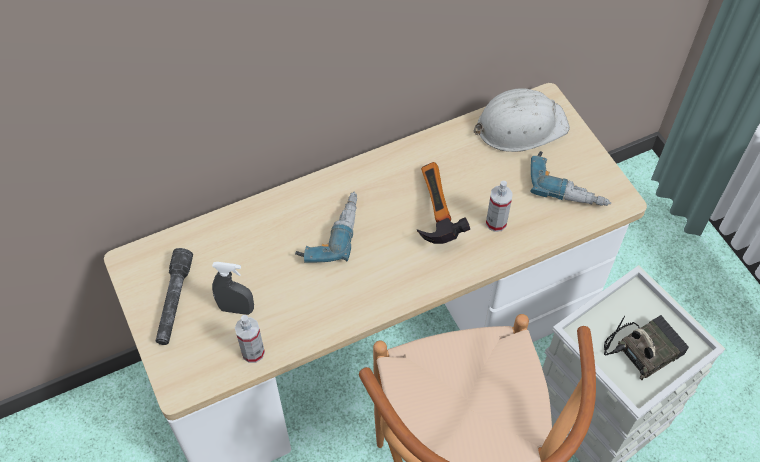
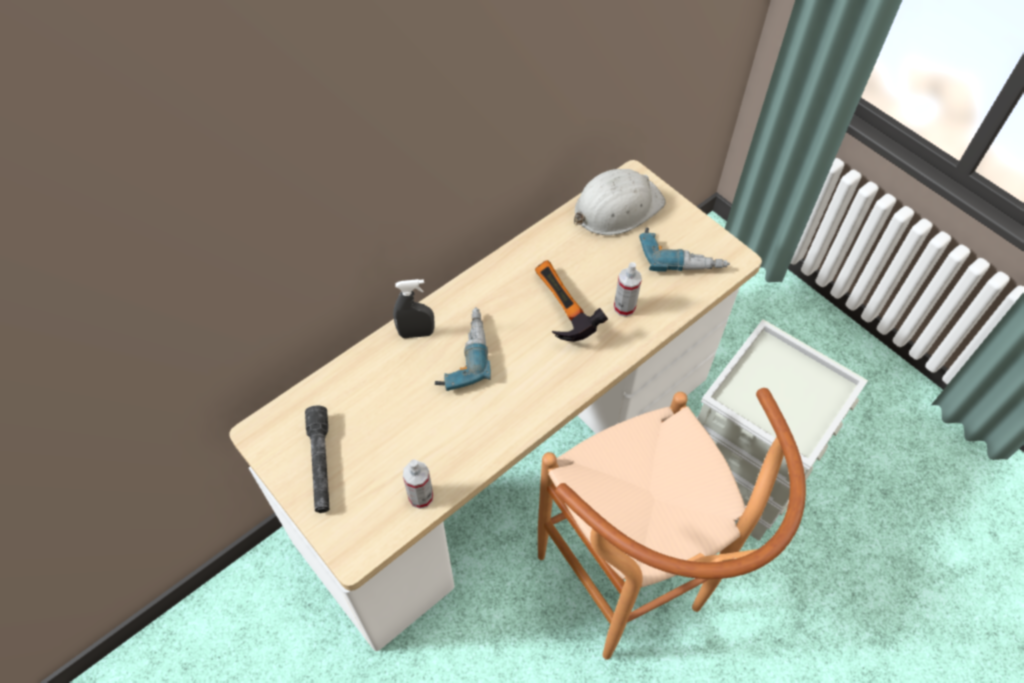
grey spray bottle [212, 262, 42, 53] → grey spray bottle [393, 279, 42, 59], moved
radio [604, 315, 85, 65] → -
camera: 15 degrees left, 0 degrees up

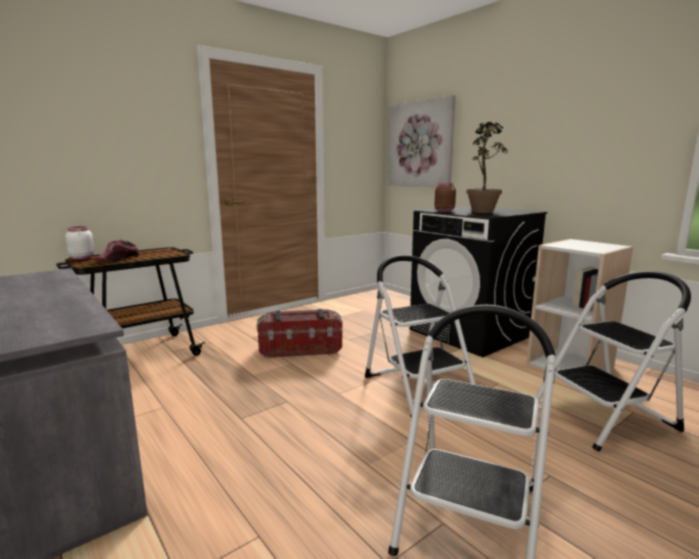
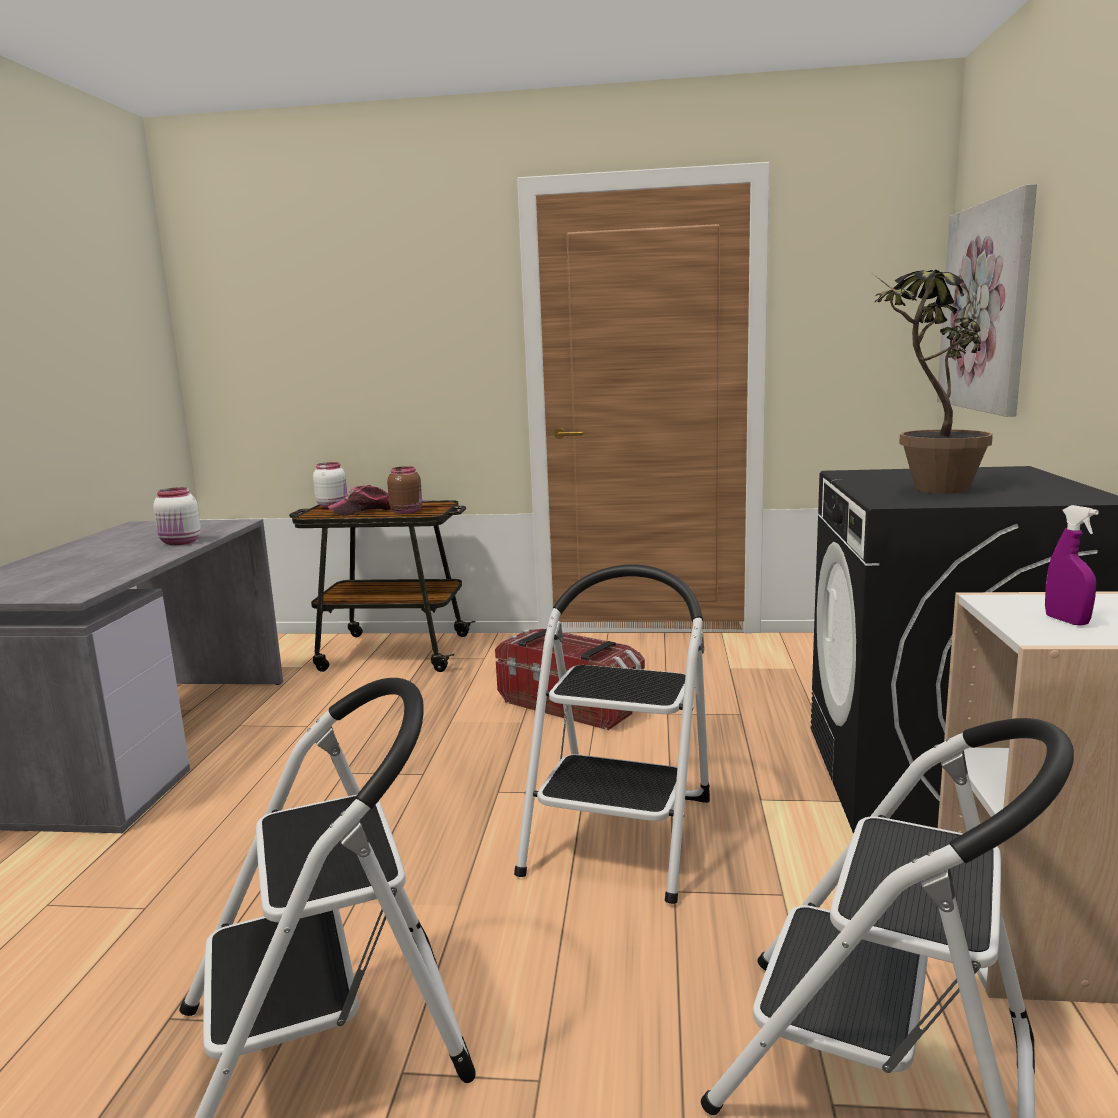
brown jar [434, 183, 22, 29] → brown jar [387, 466, 35, 48], moved
- → white jar [153, 487, 48, 58]
- → purple spray bottle [1045, 505, 54, 121]
camera: 45 degrees right, 0 degrees up

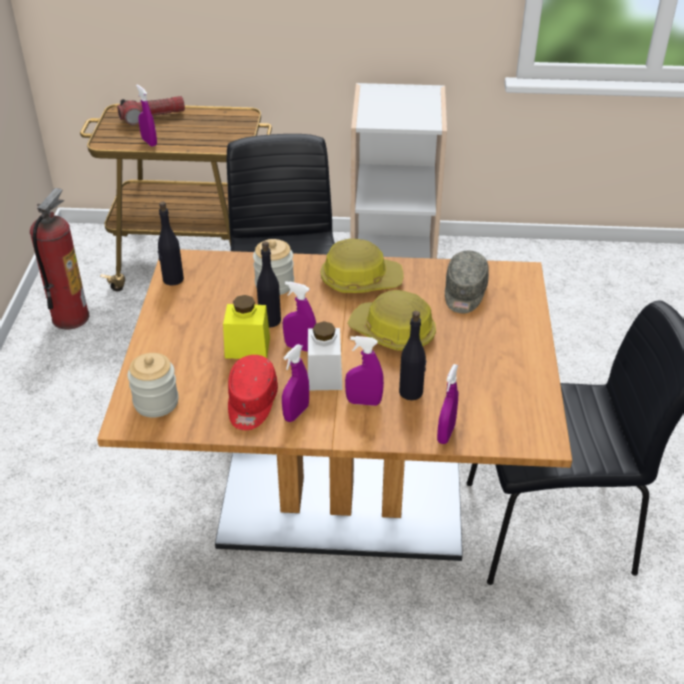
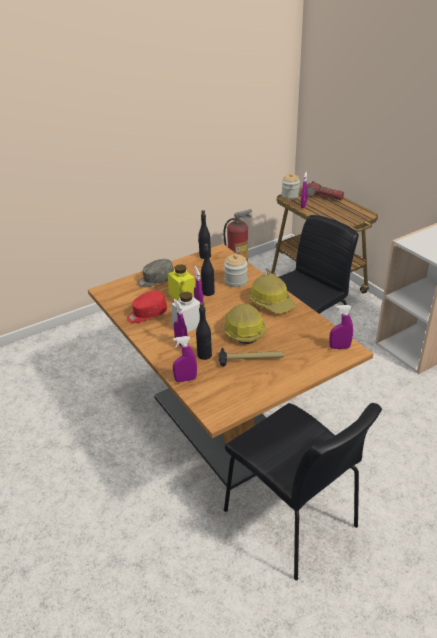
grey cap [445, 250, 44, 63] → grey cap [137, 259, 37, 28], moved
purple spray bottle [282, 344, 27, 78] → purple spray bottle [329, 305, 24, 44], moved
jar [127, 353, 52, 65] → jar [282, 173, 18, 26], moved
- → hammer [218, 347, 65, 20]
camera: 55 degrees right, 5 degrees down

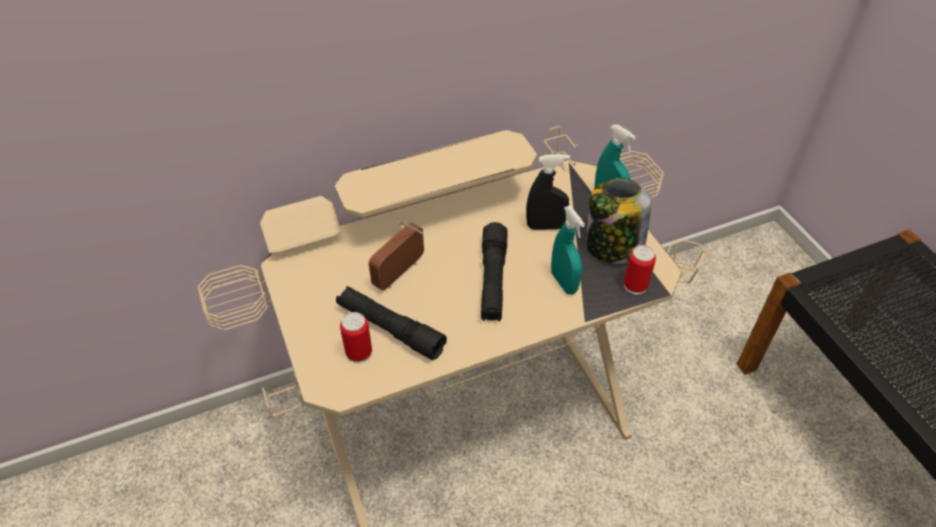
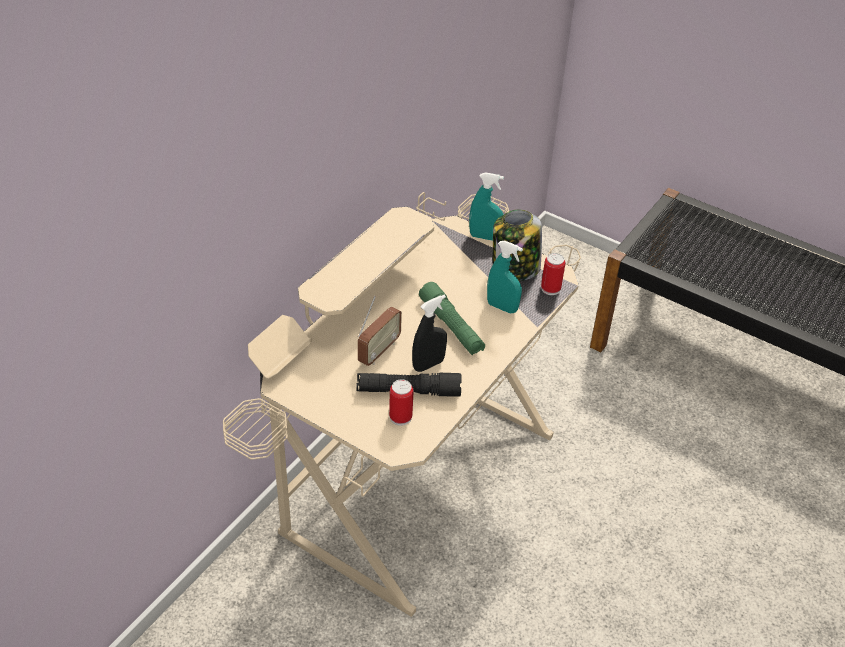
black spray bottle [526, 154, 44, 76] → black spray bottle [412, 295, 35, 77], moved
radio [369, 221, 55, 70] → radio [358, 296, 44, 70], 150 degrees counterclockwise
black flashlight [481, 222, 27, 99] → green flashlight [419, 282, 66, 73]
camera: 35 degrees left, 5 degrees down

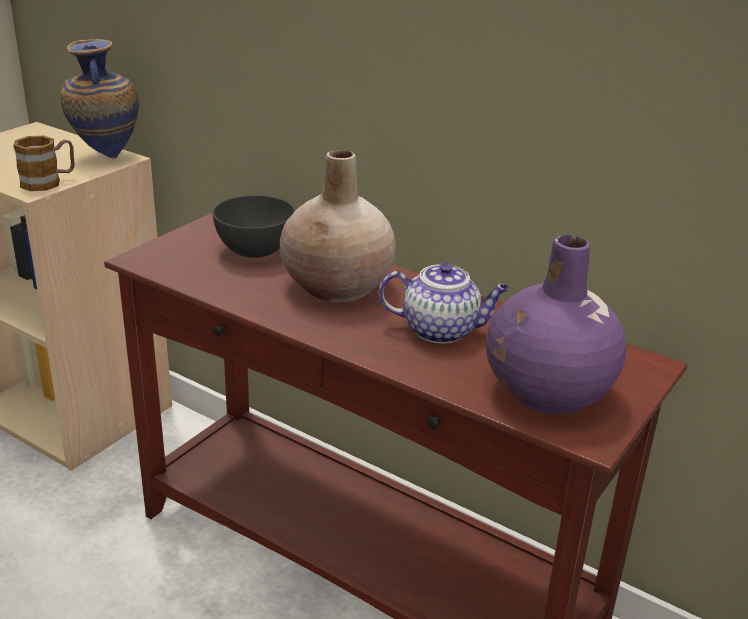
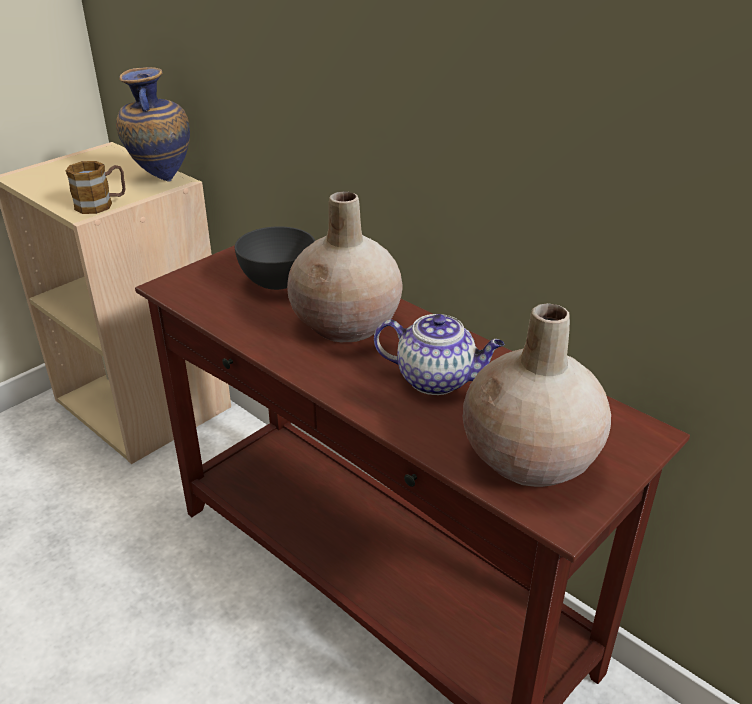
purple vase [485, 235, 141, 179] → beige vase [462, 303, 149, 184]
camera: 10 degrees right, 5 degrees up

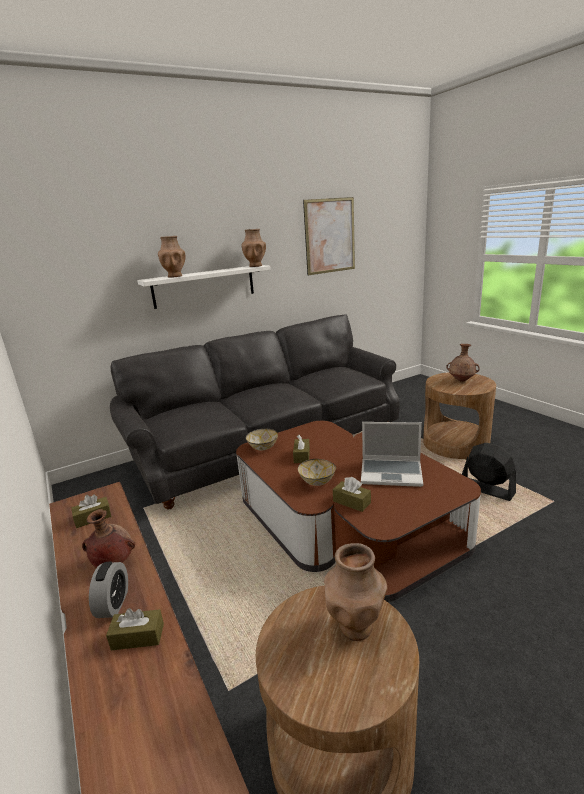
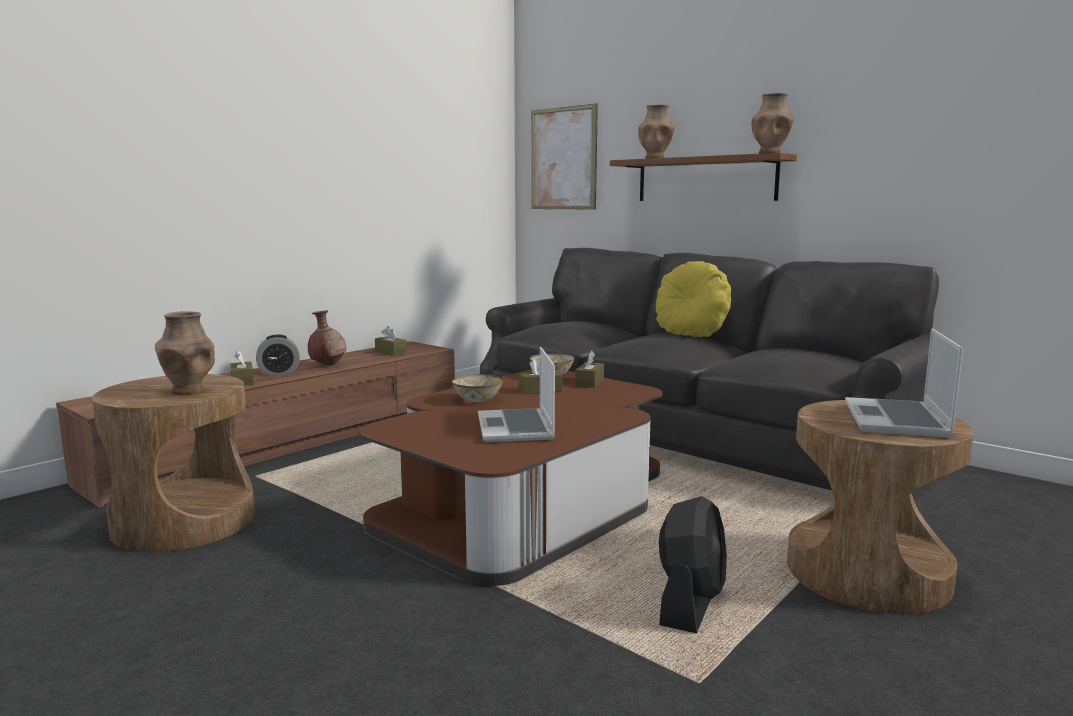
picture [303, 197, 52, 78] → picture [531, 104, 67, 106], moved
white shelf [137, 265, 134, 44] → brown shelf [610, 153, 187, 48]
brown vase [446, 344, 34, 38] → laptop [845, 329, 118, 109]
brown tissue box [333, 477, 38, 35] → brown tissue box [575, 351, 29, 37], moved
- → yellow pillow [656, 261, 75, 76]
camera: 70 degrees right, 10 degrees down

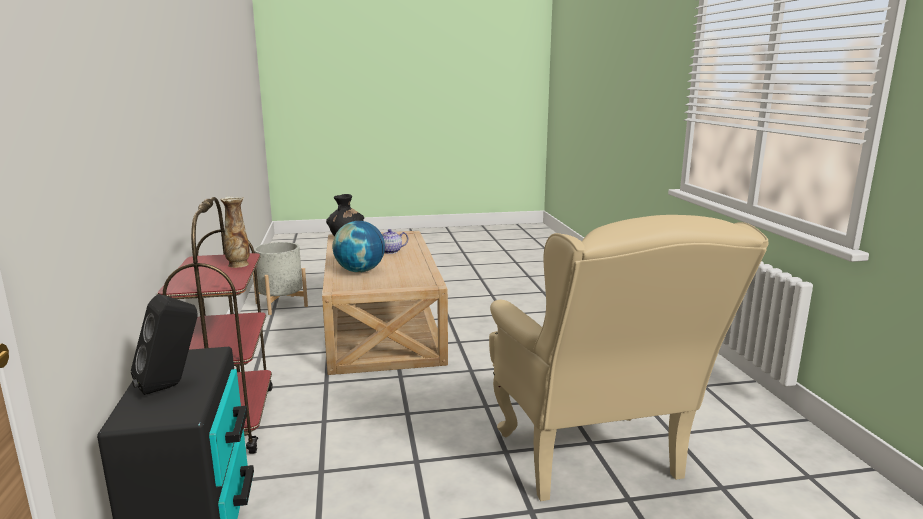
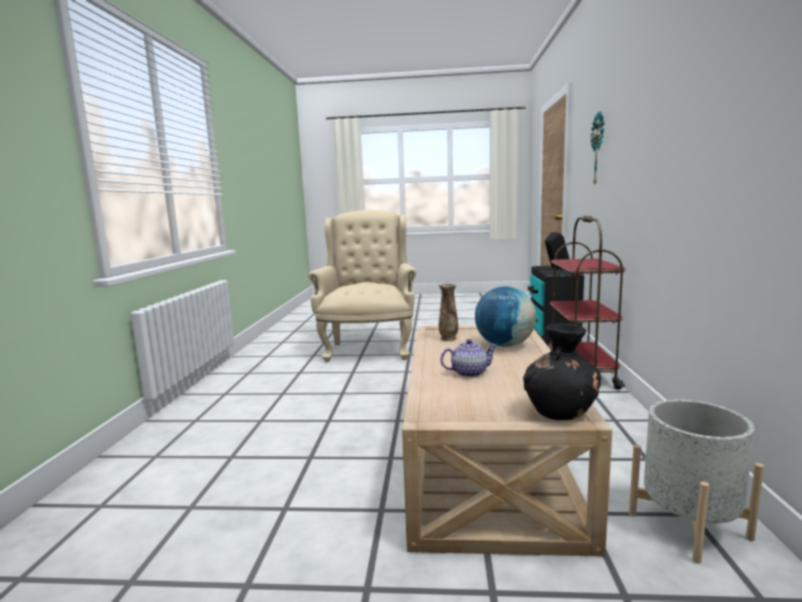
vase [220, 196, 30, 72] → vase [439, 283, 19, 58], moved
- → wall clock [591, 111, 13, 73]
camera: 165 degrees left, 5 degrees down

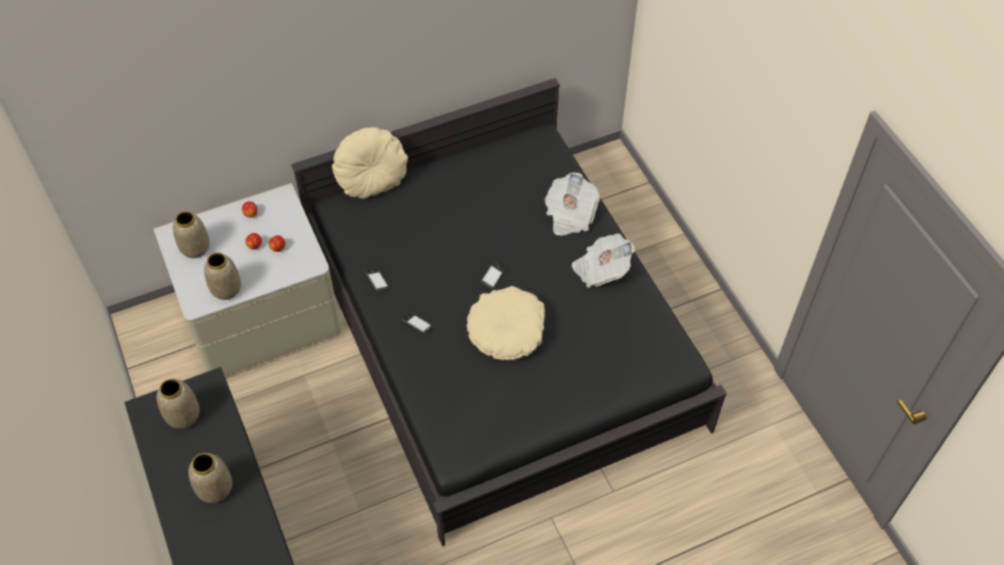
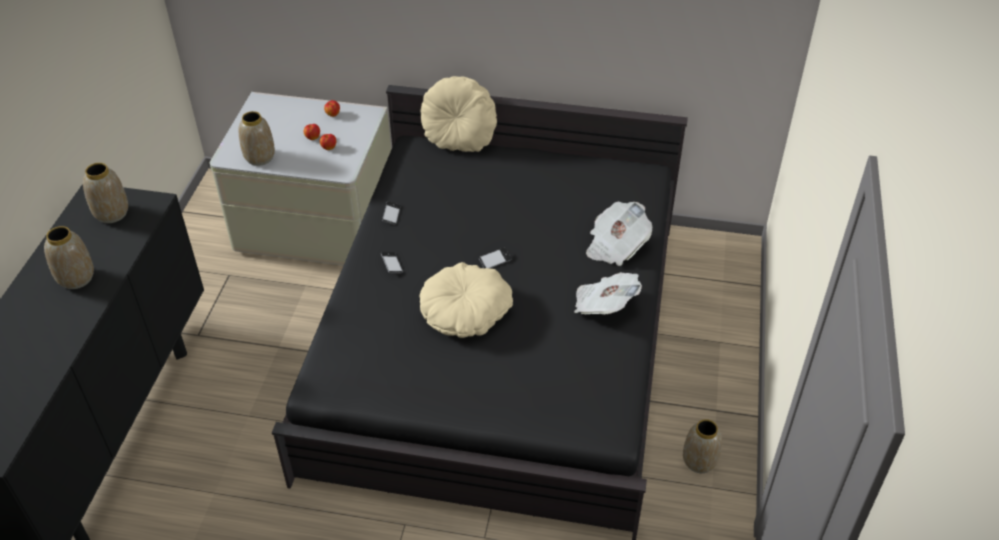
vase [173, 211, 37, 47] → vase [683, 419, 39, 54], moved
camera: 35 degrees right, 10 degrees down

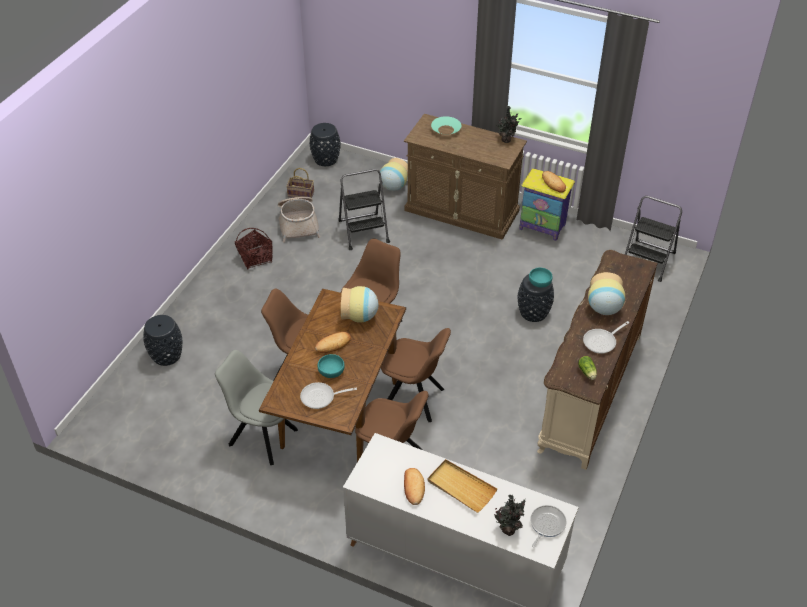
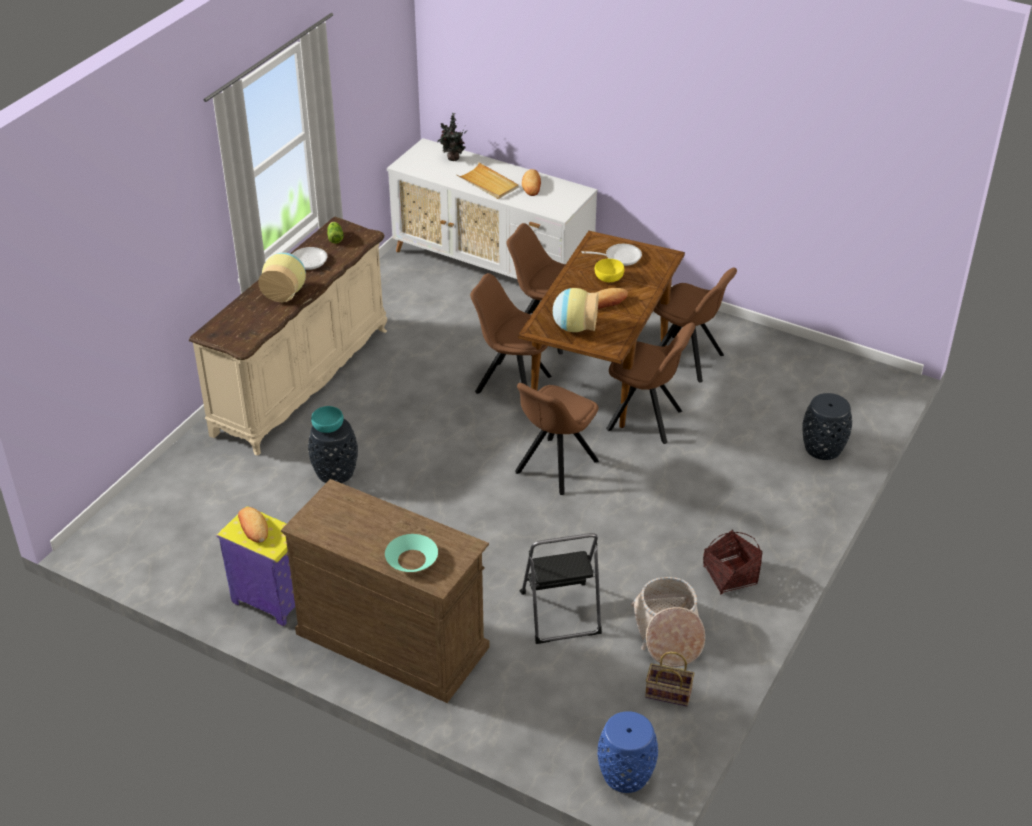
potted plant [495, 106, 26, 37] → -
black stool [310, 123, 31, 43] → blue stool [597, 711, 61, 82]
vase [380, 158, 28, 33] → -
black step ladder [625, 196, 57, 86] → -
grey chair [215, 350, 83, 115] → brown chair [653, 267, 84, 115]
turquoise bowl [317, 354, 28, 24] → yellow bowl [595, 259, 29, 23]
frying pan [530, 505, 37, 42] → -
camera: 175 degrees left, 5 degrees down

